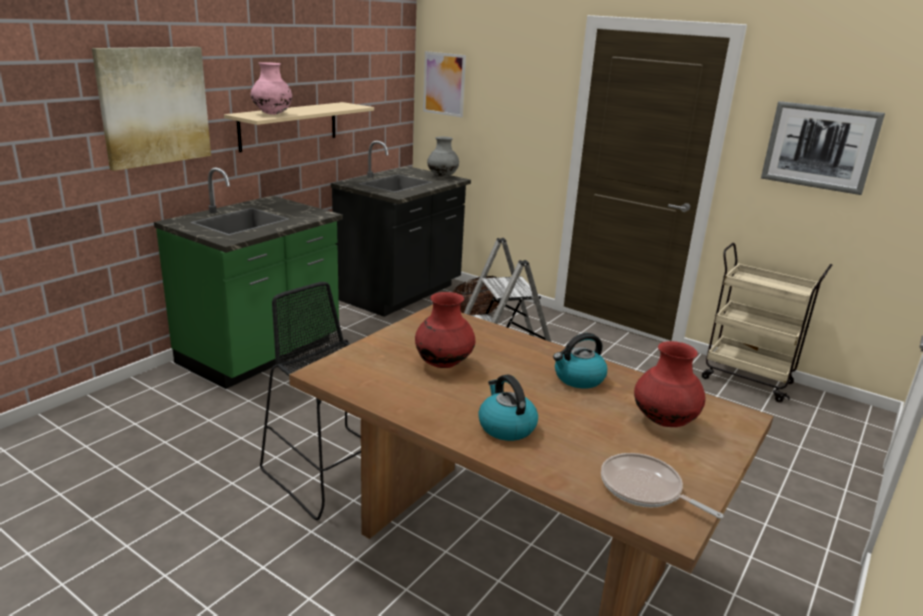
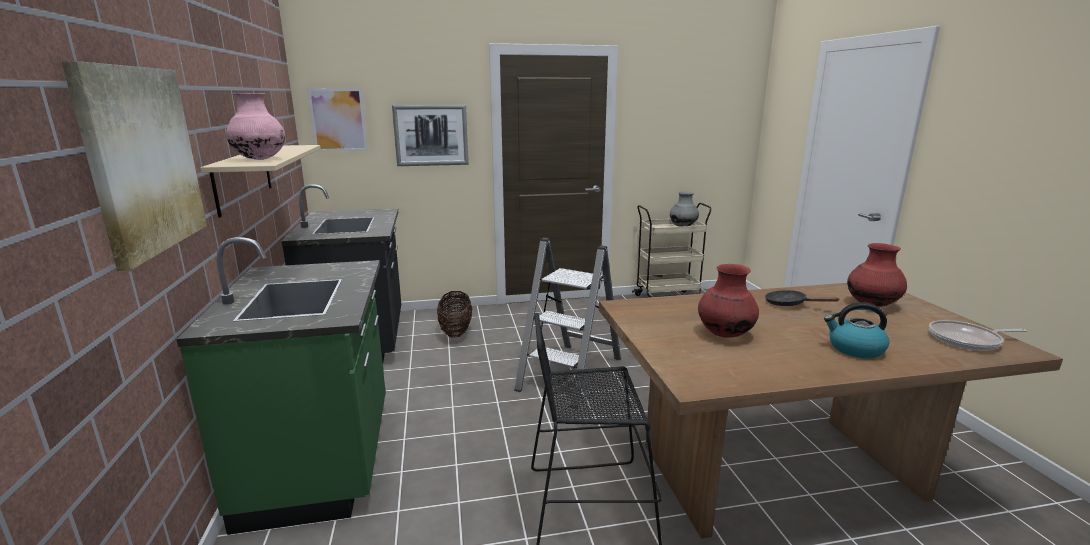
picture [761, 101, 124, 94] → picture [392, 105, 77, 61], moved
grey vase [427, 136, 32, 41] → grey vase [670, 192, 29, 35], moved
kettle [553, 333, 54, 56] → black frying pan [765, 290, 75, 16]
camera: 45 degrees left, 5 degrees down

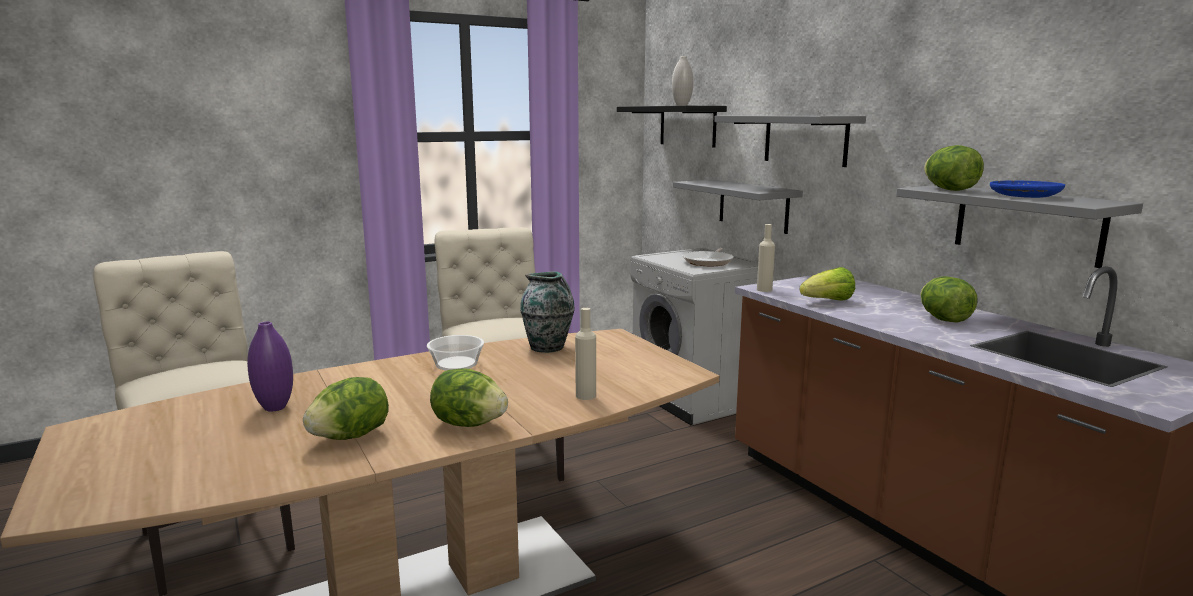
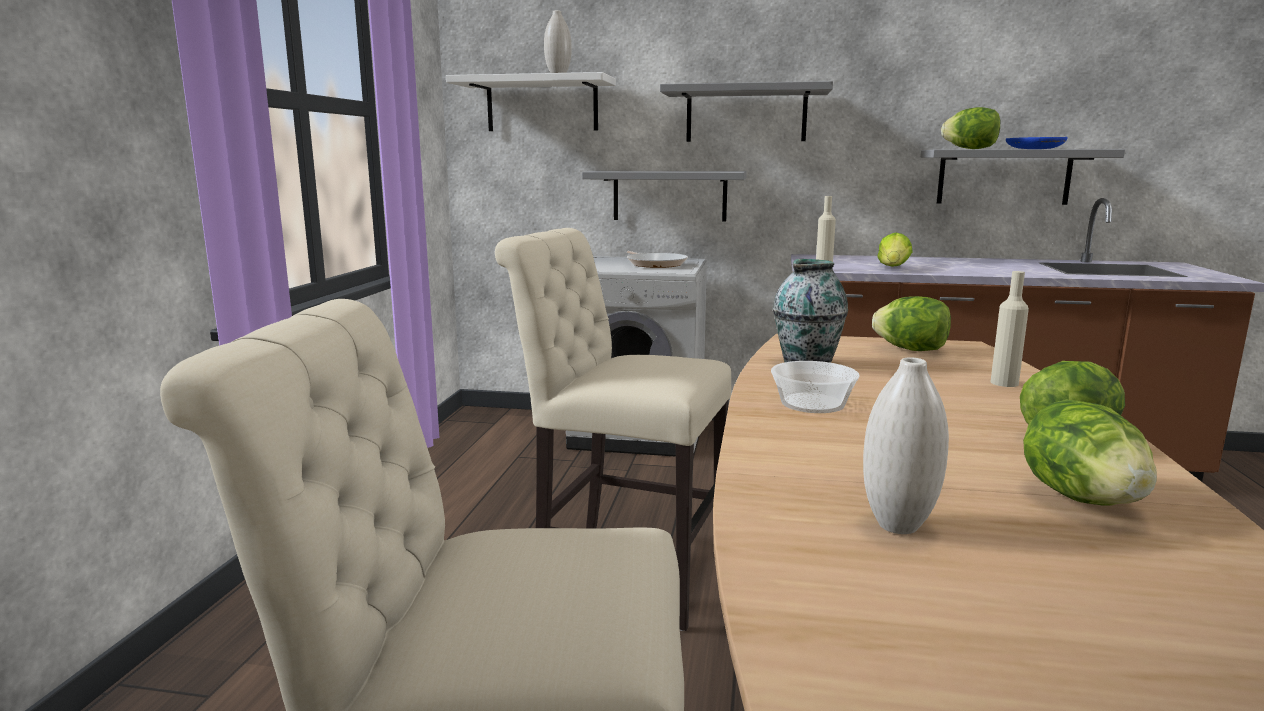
black shelf [617, 106, 110, 42] → white shelf [446, 72, 170, 59]
lettuce [920, 276, 58, 47] → lettuce [872, 296, 79, 55], moved
purple vase [247, 321, 46, 91] → white vase [863, 357, 86, 177]
camera: 50 degrees left, 0 degrees up

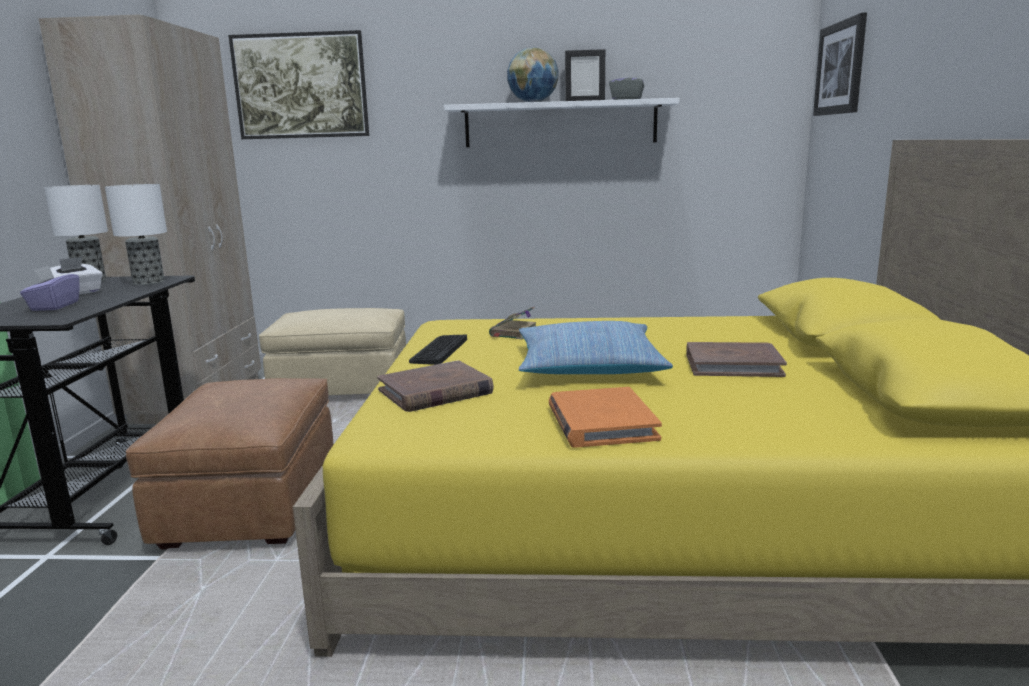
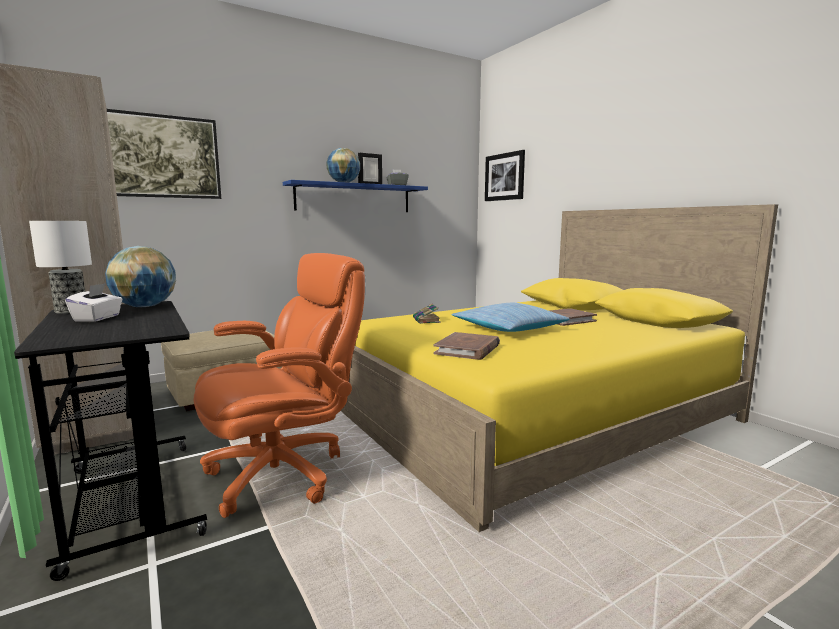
white shelf [444, 98, 235, 49] → blue shelf [283, 180, 145, 32]
table lamp [105, 184, 62, 101] → globe [105, 246, 71, 61]
purple tissue box [20, 265, 59, 46] → -
keyboard [409, 335, 58, 30] → -
brown ottoman [126, 378, 208, 172] → orange office chair [194, 253, 171, 265]
orange book [549, 387, 113, 61] → -
camera: 35 degrees left, 5 degrees down

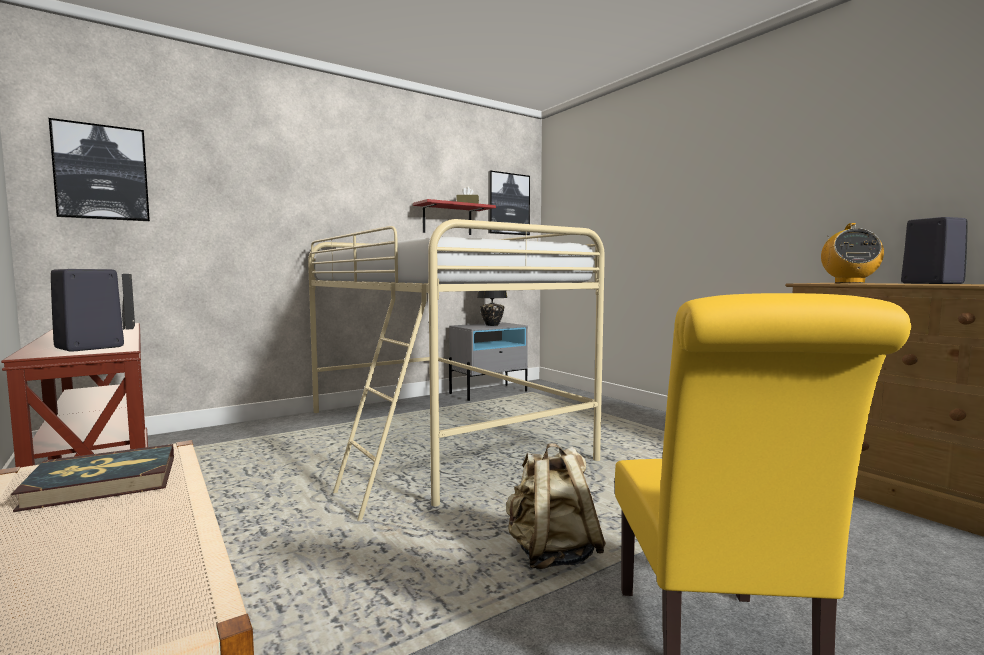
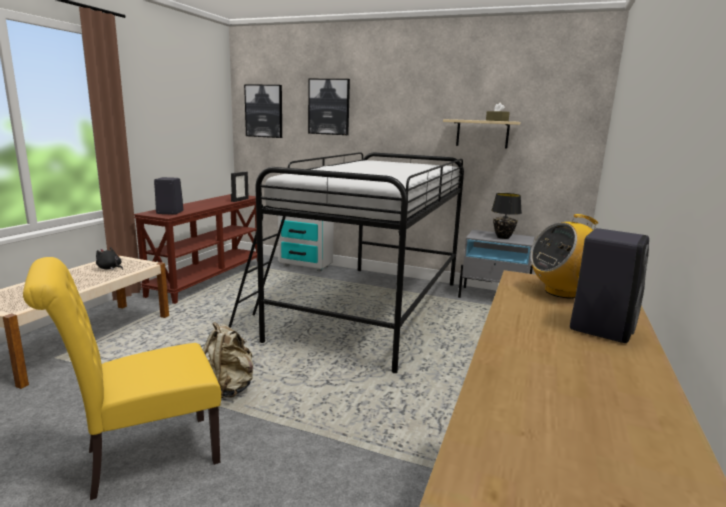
picture [488, 171, 42, 64] → picture [308, 79, 42, 56], moved
red shelf [413, 199, 83, 36] → beige shelf [443, 119, 78, 29]
beige bed [308, 219, 297, 302] → black bed [228, 152, 236, 221]
book [11, 444, 163, 68] → black plush toy [96, 247, 27, 23]
- → white nightstand [278, 215, 56, 56]
camera: 55 degrees right, 10 degrees up

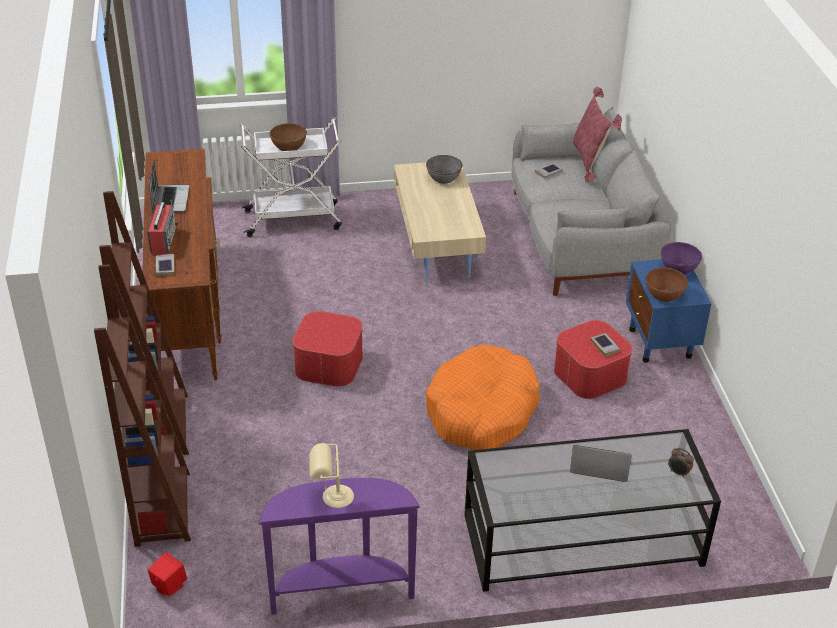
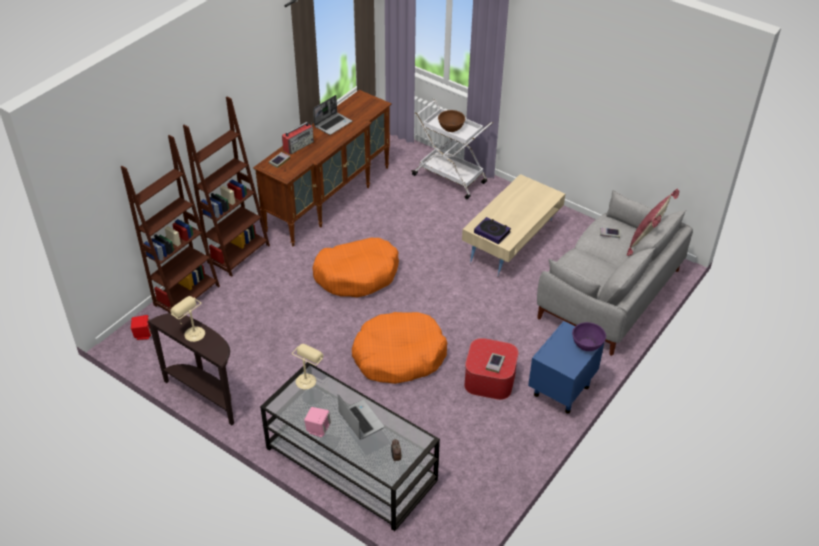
grey bowl [426, 155, 37, 29] → -
brown bowl [646, 268, 42, 34] → -
ottoman [292, 311, 71, 76] → orange dog bed [312, 238, 87, 59]
purple console table [259, 478, 161, 137] → brown console table [148, 313, 86, 112]
- → book [474, 217, 37, 27]
- → beige table lamp [292, 344, 32, 45]
- → pink speaker [304, 407, 27, 31]
camera: 45 degrees right, 5 degrees up

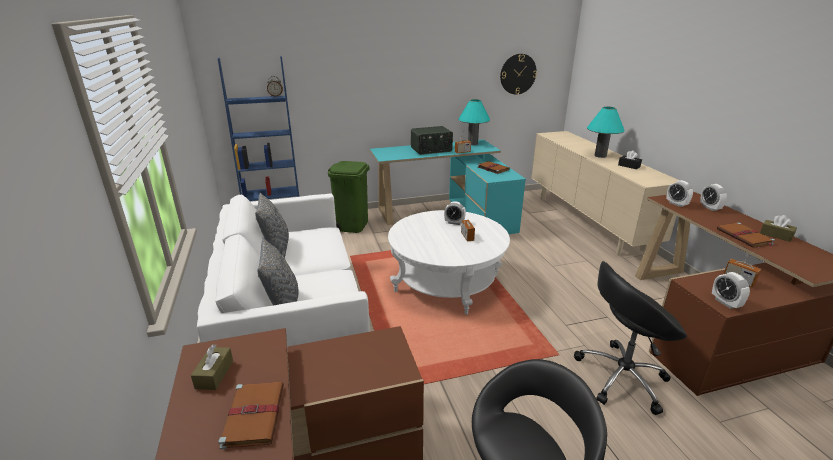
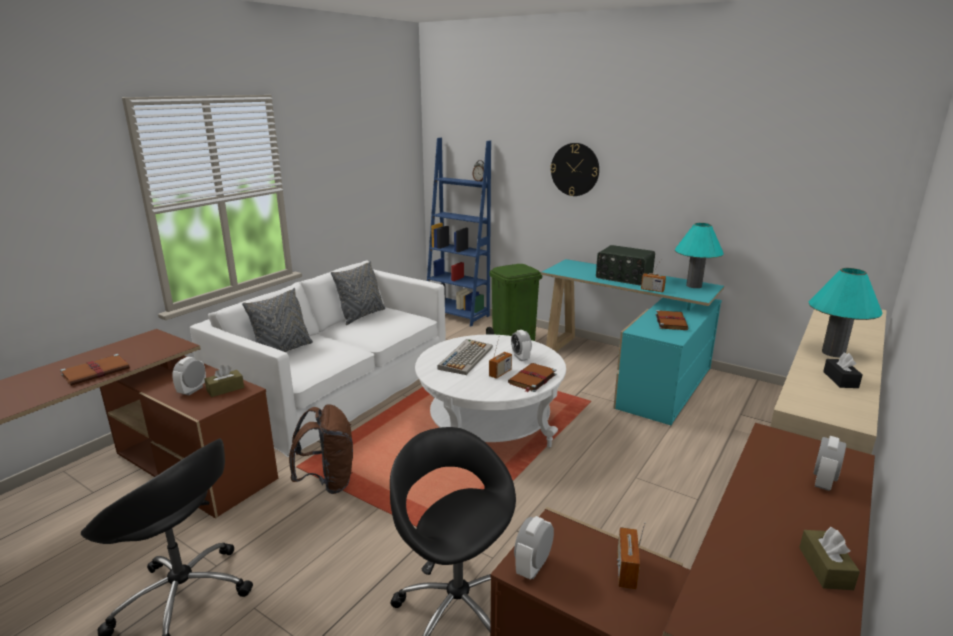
wall clock [500, 54, 37, 41] → wall clock [550, 143, 49, 53], moved
alarm clock [666, 180, 27, 27] → alarm clock [172, 357, 34, 38], moved
brown book [717, 222, 58, 26] → brown book [508, 363, 49, 29], moved
brown tissue box [191, 344, 42, 46] → brown tissue box [205, 365, 39, 32], moved
- → keyboard [437, 339, 56, 36]
- → brown backpack [289, 404, 64, 90]
camera: 50 degrees right, 5 degrees down

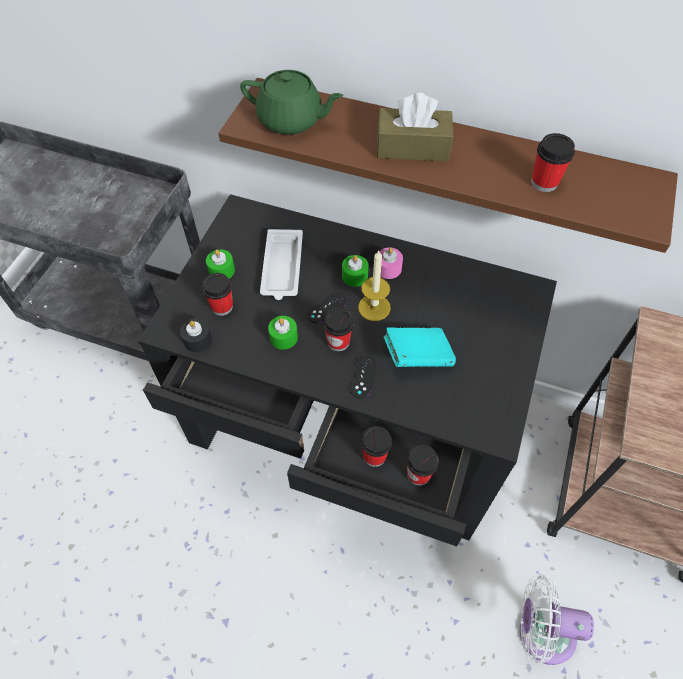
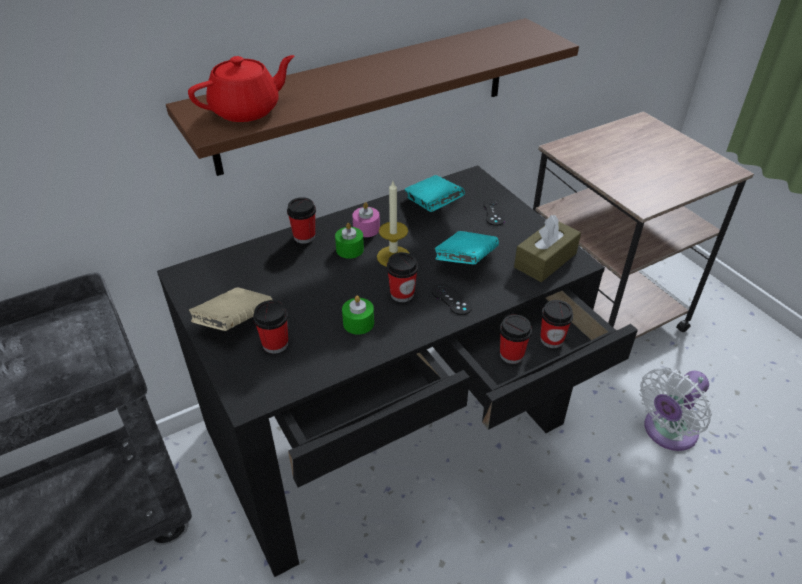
green teapot [240, 70, 103, 65] → red teapot [188, 55, 107, 67]
brown tissue box [377, 93, 76, 68] → brown tissue box [514, 215, 67, 67], moved
cup [531, 133, 44, 59] → cup [287, 197, 29, 47], moved
white tray [260, 229, 43, 71] → -
green candle [206, 249, 29, 30] → beige book [189, 287, 83, 44]
black game controller [307, 293, 40, 30] → black game controller [484, 199, 21, 27], moved
black candle [180, 318, 32, 34] → -
- → turquoise book [404, 175, 61, 37]
camera: 50 degrees left, 15 degrees down

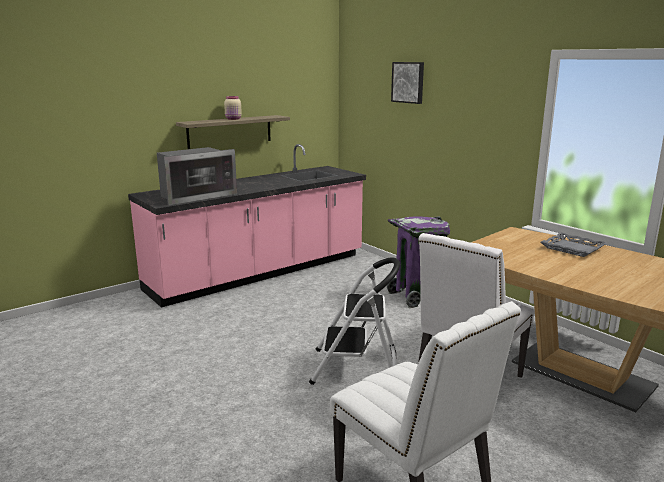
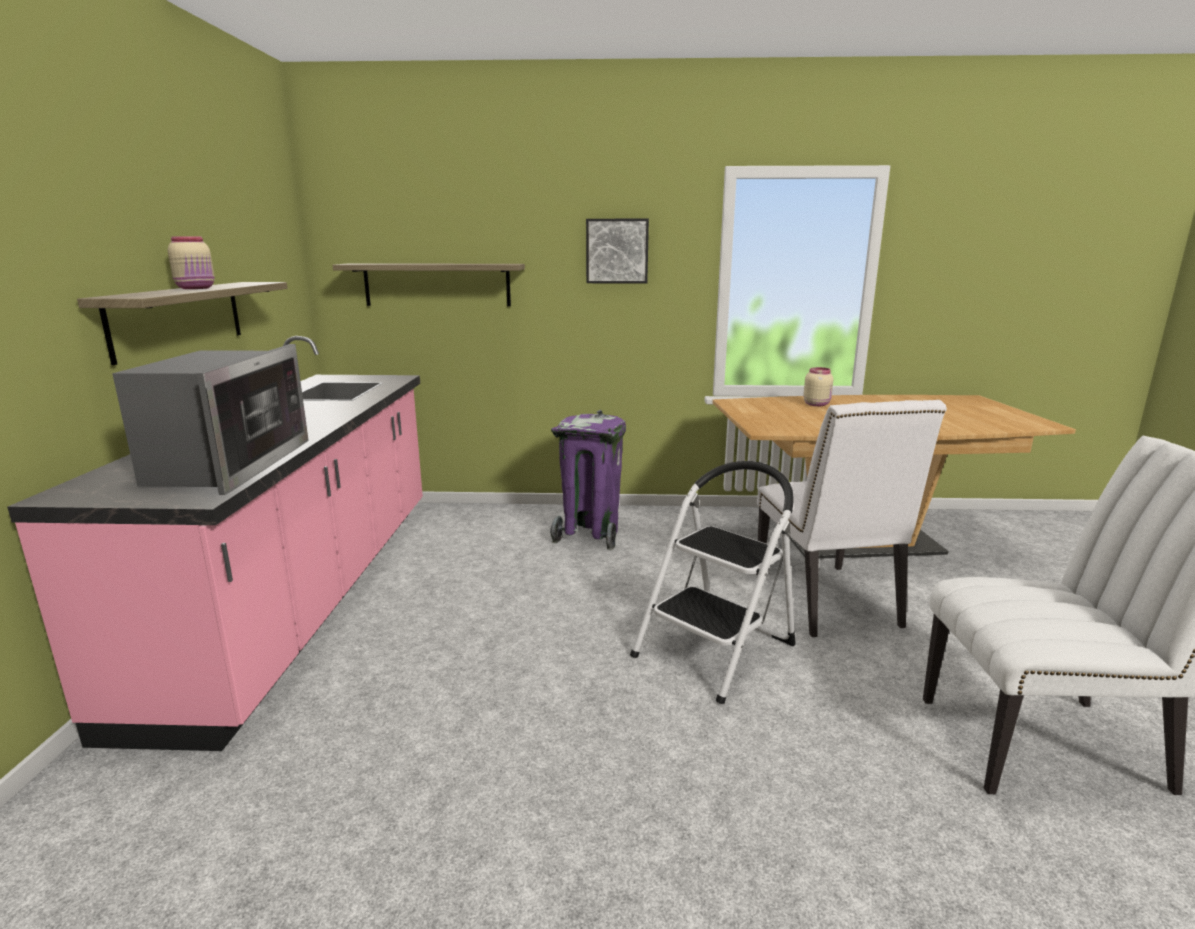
picture [391, 62, 33, 42] → picture [586, 219, 63, 64], moved
grey tray [541, 233, 66, 24] → beige jar [803, 367, 30, 39]
- → shelf [332, 264, 193, 42]
camera: 50 degrees left, 0 degrees up

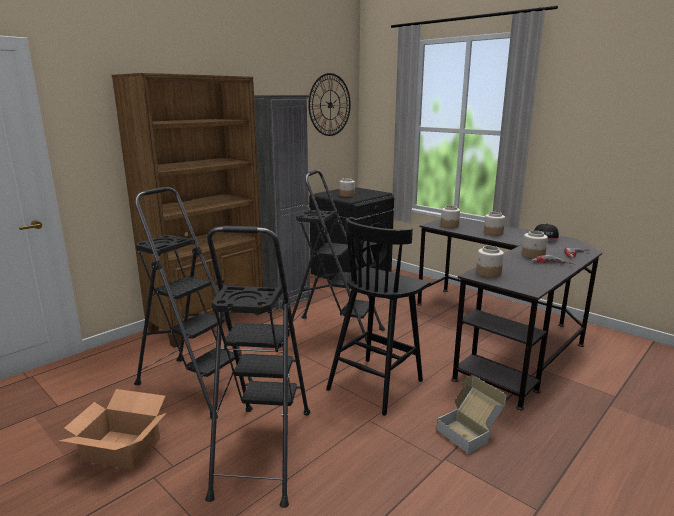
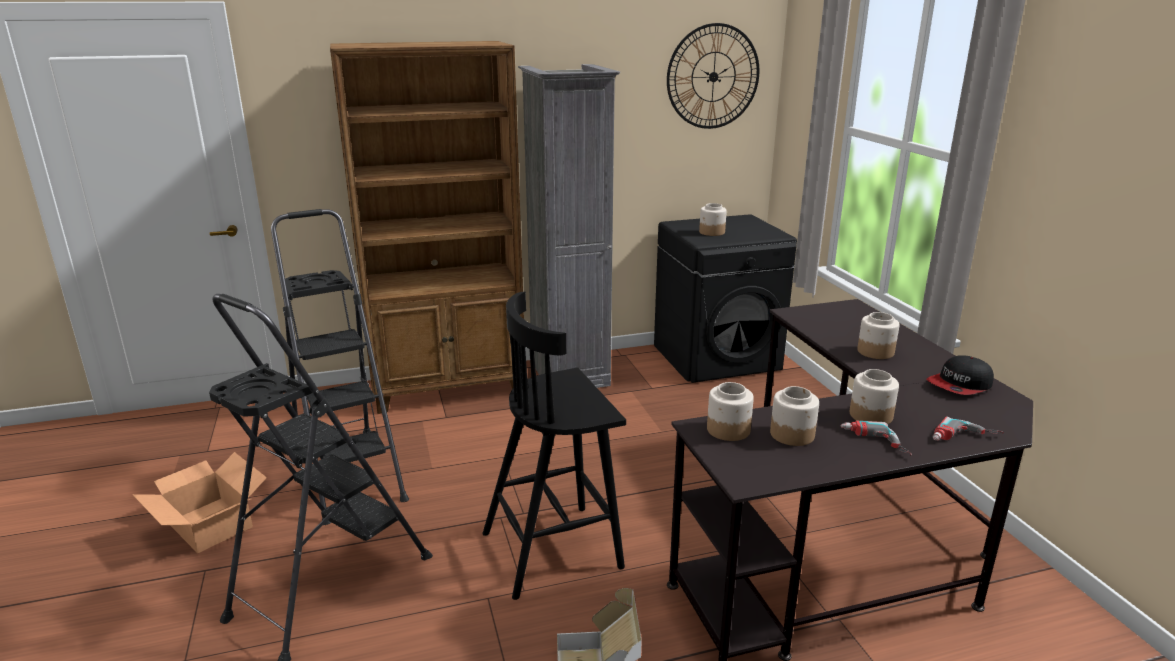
step ladder [288, 170, 97, 173] → -
jar [441, 206, 19, 22] → jar [770, 386, 49, 60], moved
camera: 30 degrees right, 5 degrees up

